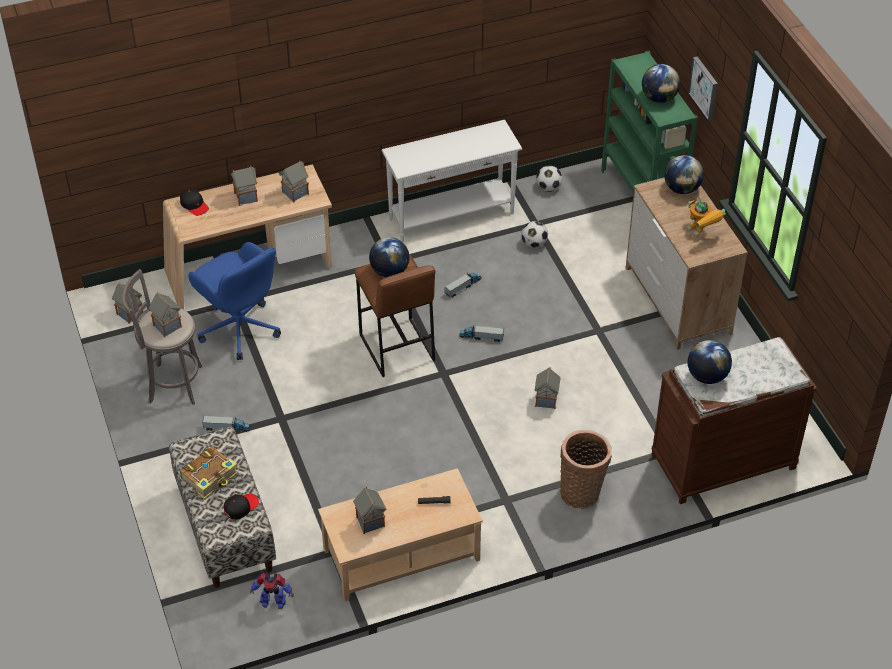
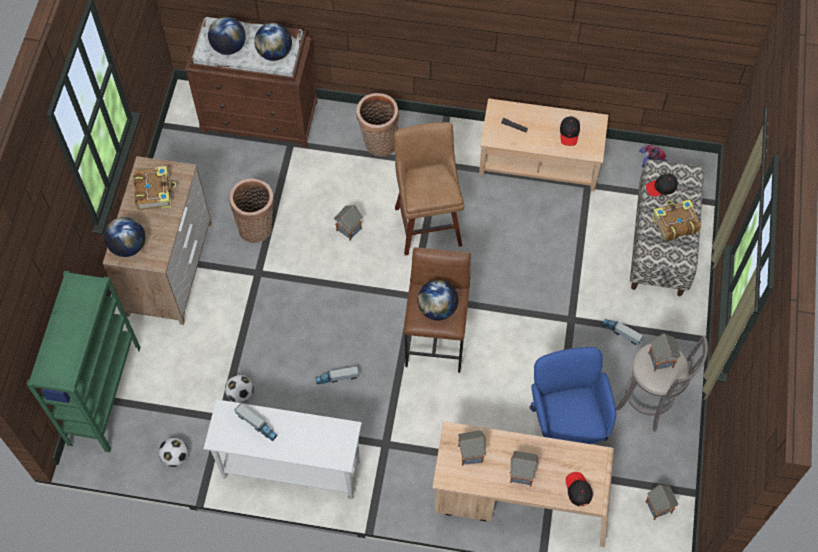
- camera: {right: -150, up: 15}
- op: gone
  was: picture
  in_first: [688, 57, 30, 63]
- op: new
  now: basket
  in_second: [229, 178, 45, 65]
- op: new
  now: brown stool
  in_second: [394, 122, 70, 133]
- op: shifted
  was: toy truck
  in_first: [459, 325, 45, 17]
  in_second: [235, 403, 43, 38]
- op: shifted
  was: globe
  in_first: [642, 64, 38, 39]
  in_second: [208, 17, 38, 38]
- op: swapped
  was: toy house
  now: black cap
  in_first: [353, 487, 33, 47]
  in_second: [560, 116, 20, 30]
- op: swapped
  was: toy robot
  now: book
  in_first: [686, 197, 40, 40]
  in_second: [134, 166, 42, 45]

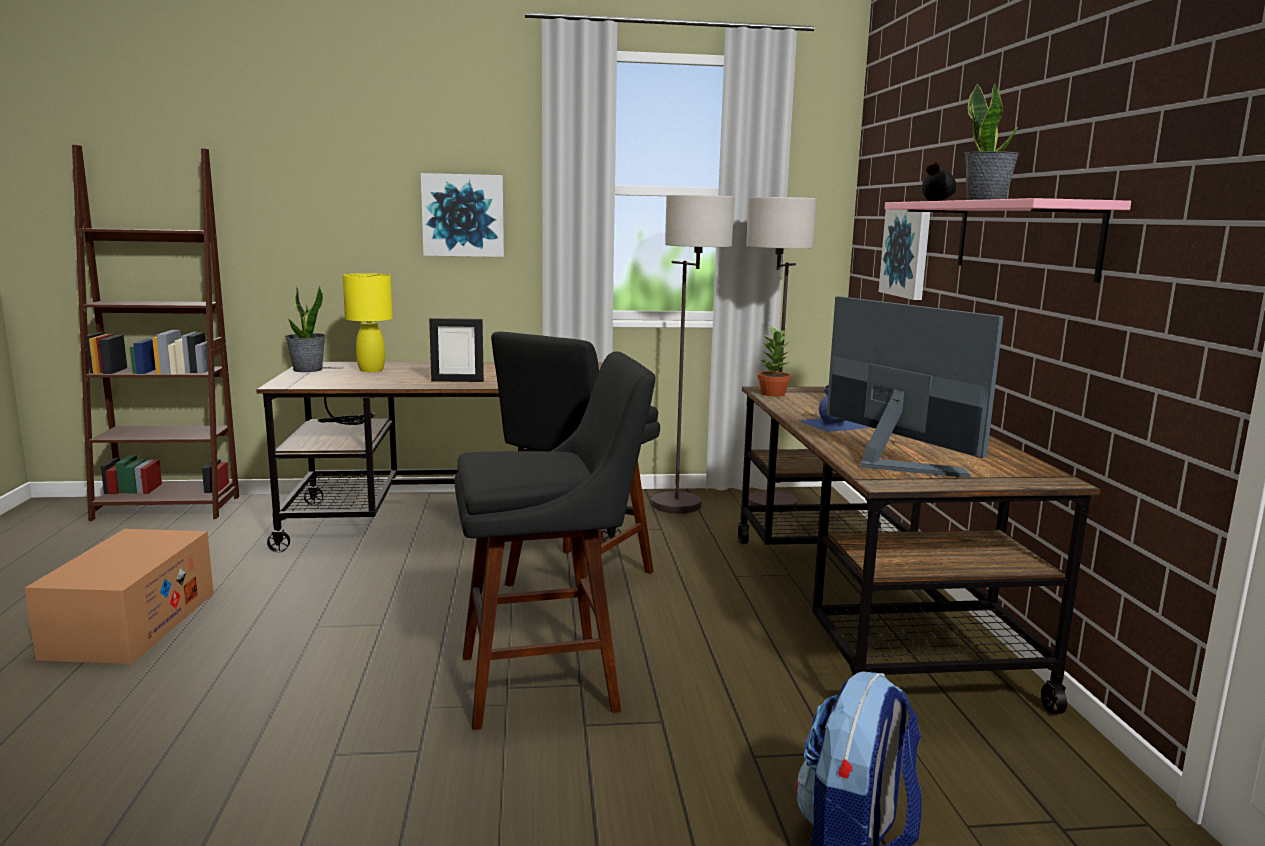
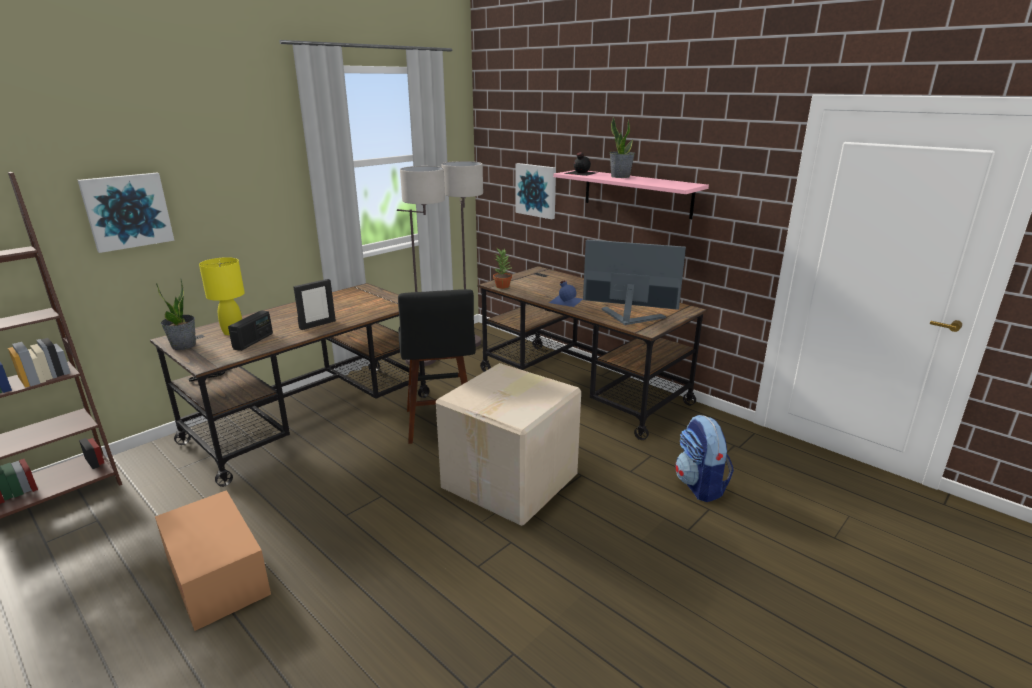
- camera: {right: -40, up: 10}
- op: new
  now: radio
  in_second: [228, 310, 45, 41]
- op: shifted
  was: picture
  in_first: [421, 173, 83, 84]
  in_second: [78, 173, 97, 80]
- op: swapped
  was: black stool
  now: cardboard box
  in_first: [454, 352, 201, 378]
  in_second: [436, 363, 145, 163]

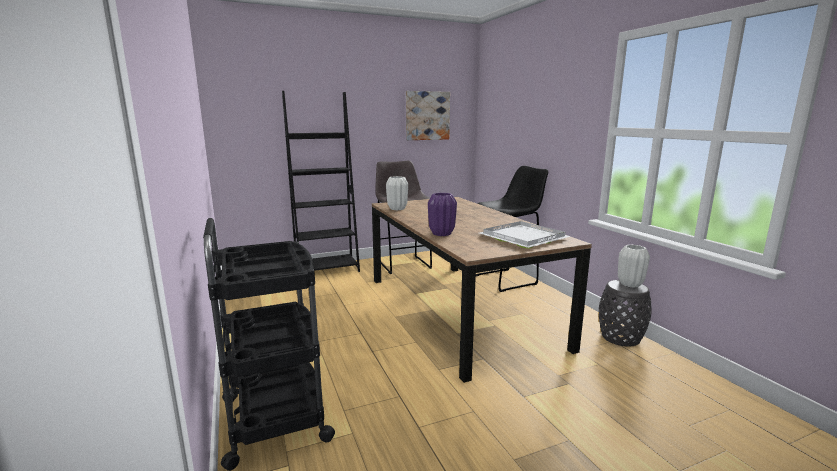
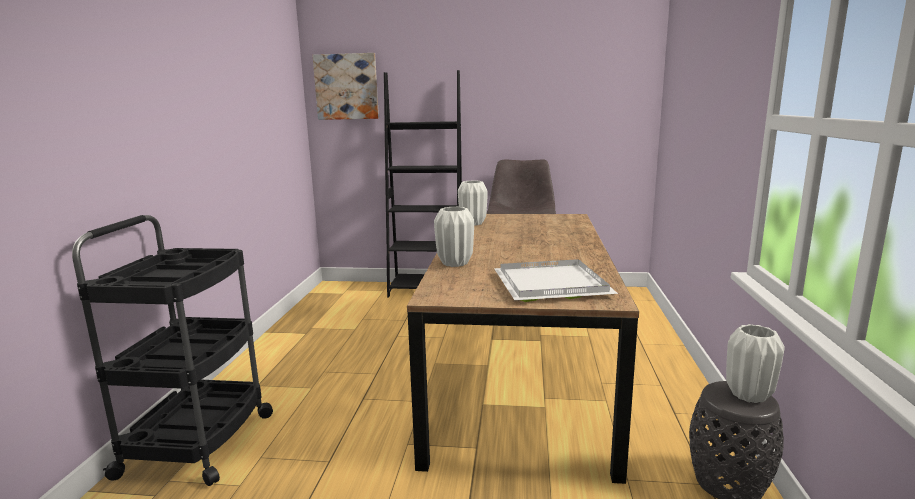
- camera: {right: 30, up: 0}
- op: gone
  was: black stool
  in_first: [476, 166, 72, 126]
- op: shifted
  was: picture
  in_first: [406, 91, 44, 49]
  in_second: [313, 53, 66, 67]
- op: repainted
  was: purple vase
  now: white vase
  in_first: [428, 193, 29, 43]
  in_second: [434, 207, 40, 60]

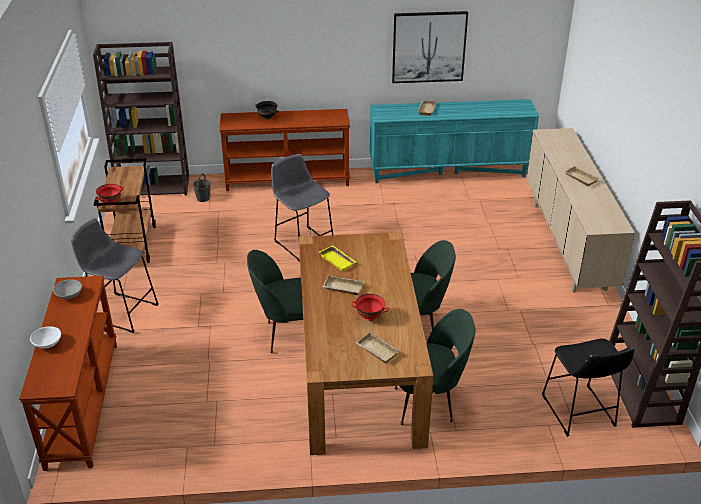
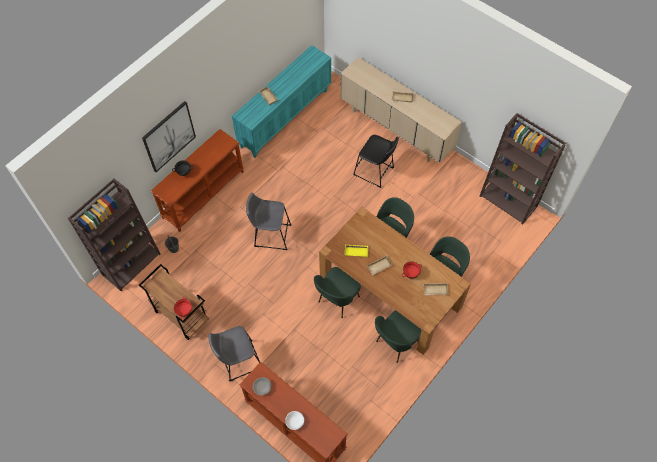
- camera: {right: -45, up: 25}
- op: new
  now: green chair
  in_second: [375, 310, 47, 53]
- op: shifted
  was: picture
  in_first: [392, 11, 76, 72]
  in_second: [142, 101, 54, 71]
- op: shifted
  was: black stool
  in_first: [542, 339, 92, 98]
  in_second: [353, 135, 46, 53]

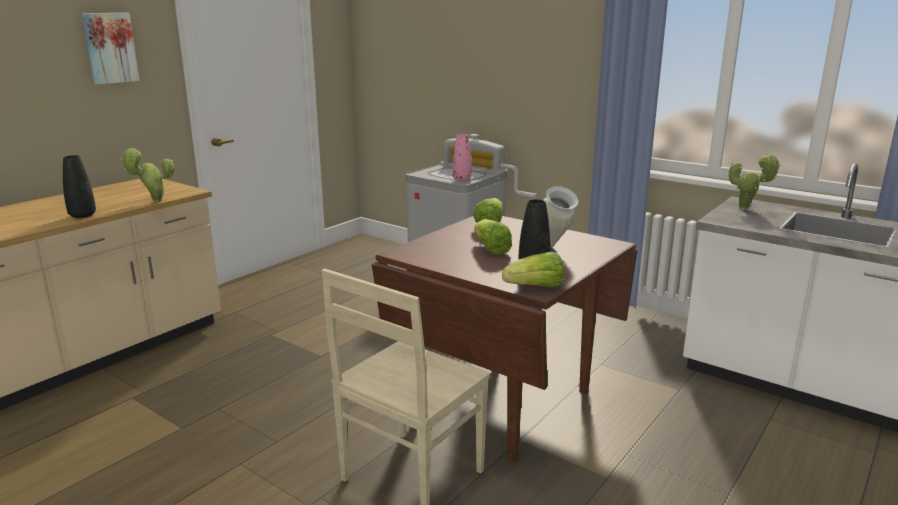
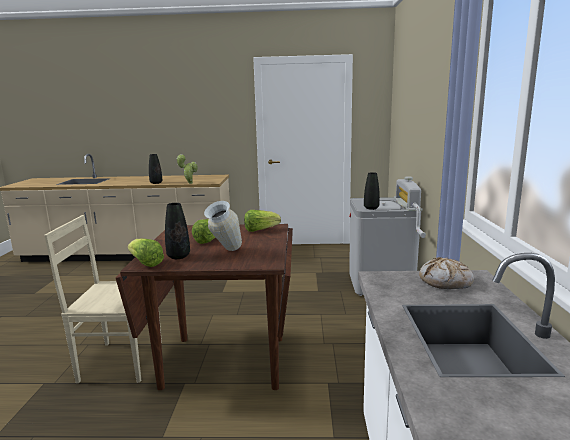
- camera: {right: 55, up: -5}
- op: gone
  was: picture
  in_first: [82, 13, 58, 72]
- op: swapped
  was: potted plant
  now: bread
  in_first: [729, 153, 52, 57]
  in_second: [419, 257, 55, 32]
- op: repainted
  was: pink vase
  now: black vase
  in_first: [452, 134, 20, 47]
  in_second: [364, 172, 16, 38]

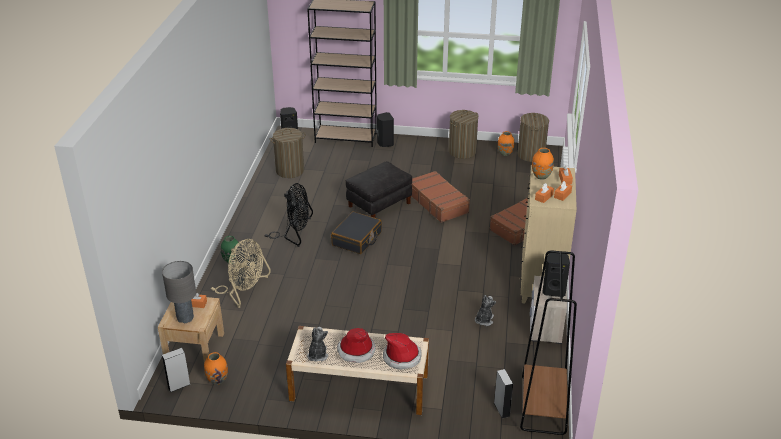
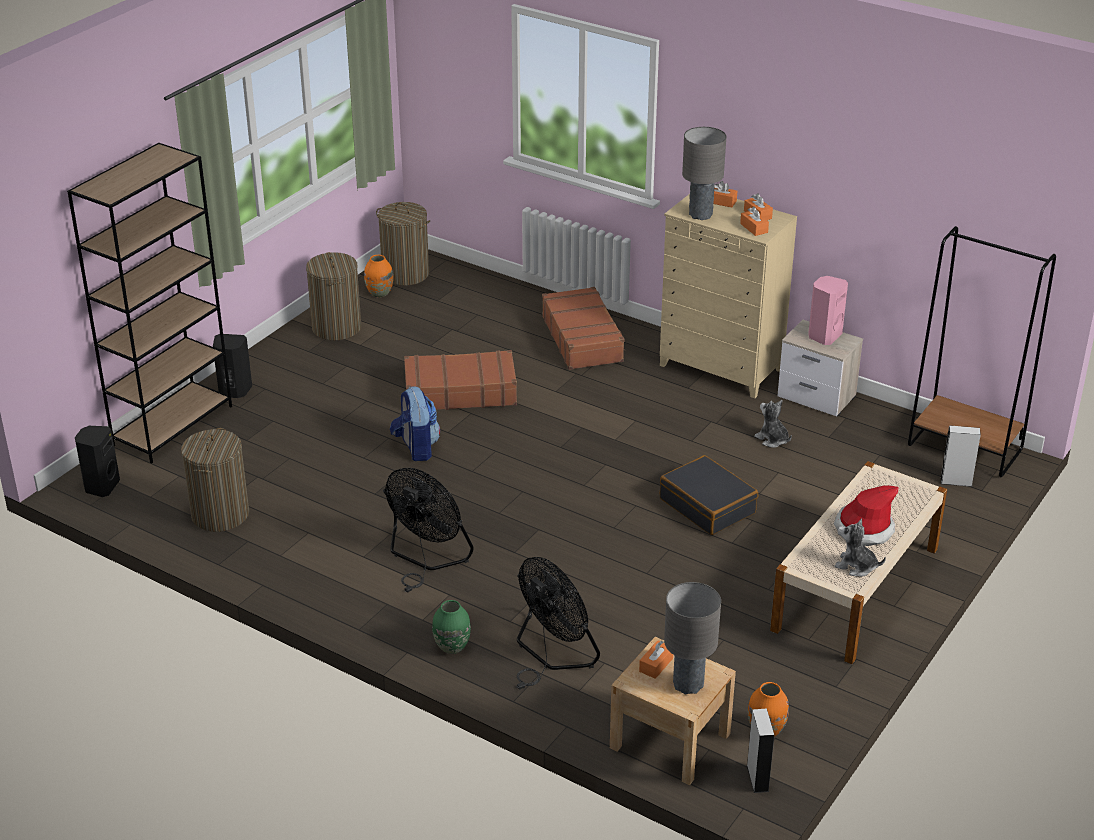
- camera: {right: -65, up: 0}
- op: gone
  was: hat
  in_first: [383, 333, 38, 37]
- op: shifted
  was: black suitcase
  in_first: [331, 211, 51, 43]
  in_second: [660, 455, 98, 80]
- op: swapped
  was: black ottoman
  now: backpack
  in_first: [345, 161, 67, 57]
  in_second: [390, 386, 50, 75]
- op: swapped
  was: orange vase
  now: grey table lamp
  in_first: [532, 148, 22, 32]
  in_second: [682, 127, 44, 93]
- op: repainted
  was: beige fan
  now: black fan
  in_first: [211, 239, 60, 69]
  in_second: [516, 557, 84, 133]
- op: repainted
  was: black speaker
  now: pink speaker
  in_first: [542, 253, 28, 44]
  in_second: [808, 276, 40, 69]

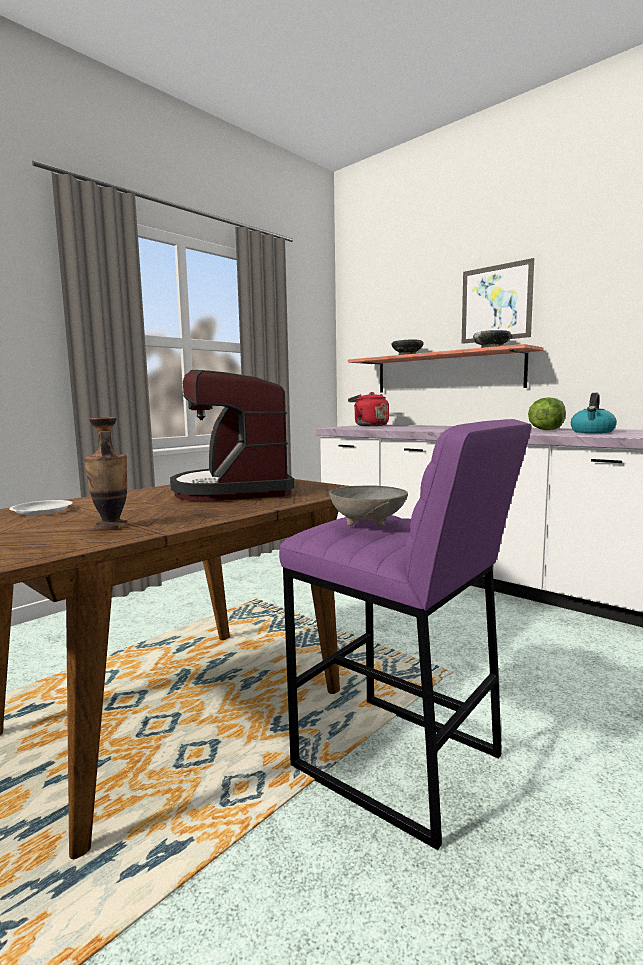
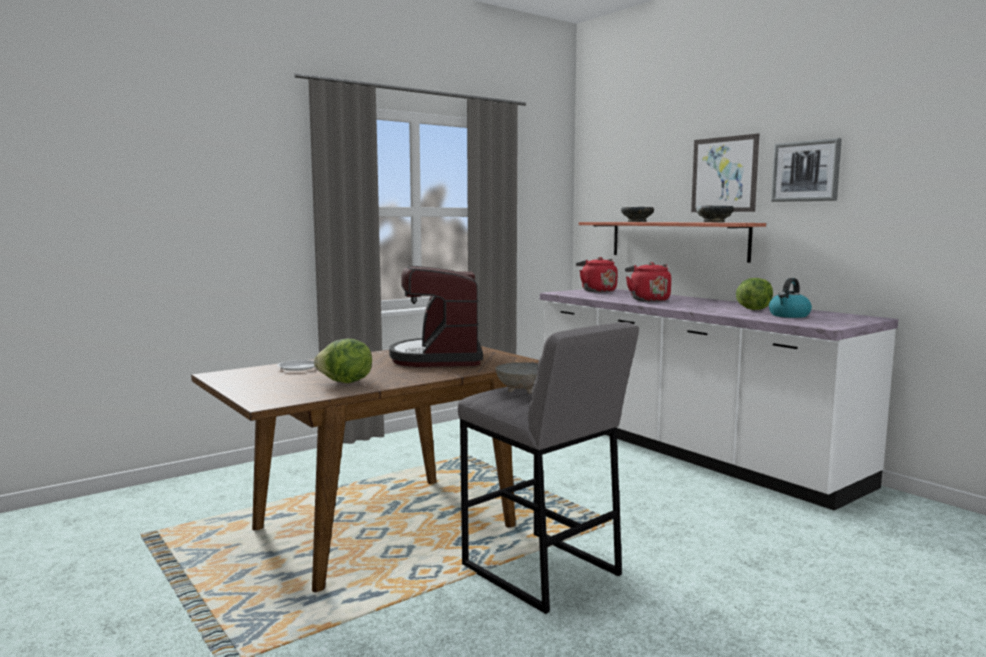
- camera: {right: 10, up: 0}
- op: new
  now: red kettle
  in_second: [625, 262, 46, 40]
- op: new
  now: picture
  in_second: [771, 138, 71, 64]
- op: swapped
  was: vase
  now: lettuce
  in_first: [84, 417, 44, 113]
  in_second: [314, 339, 58, 44]
- op: repainted
  was: purple stool
  now: grey stool
  in_first: [279, 419, 253, 431]
  in_second: [458, 322, 181, 292]

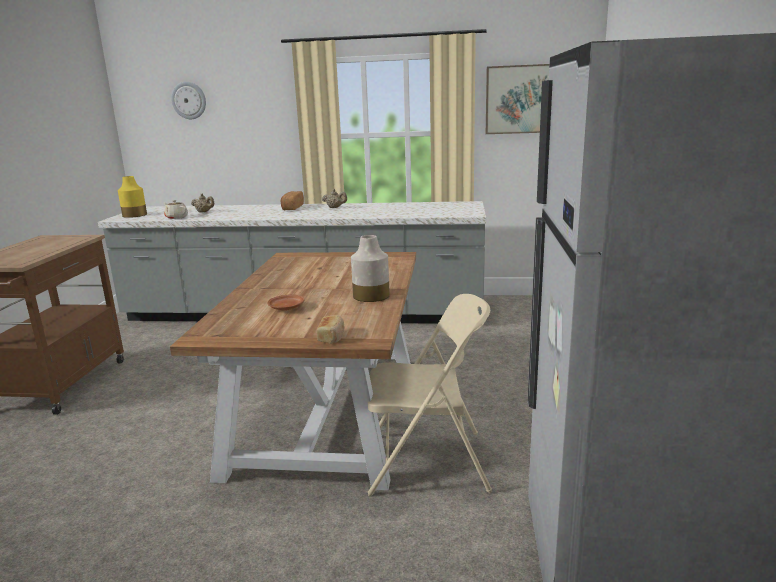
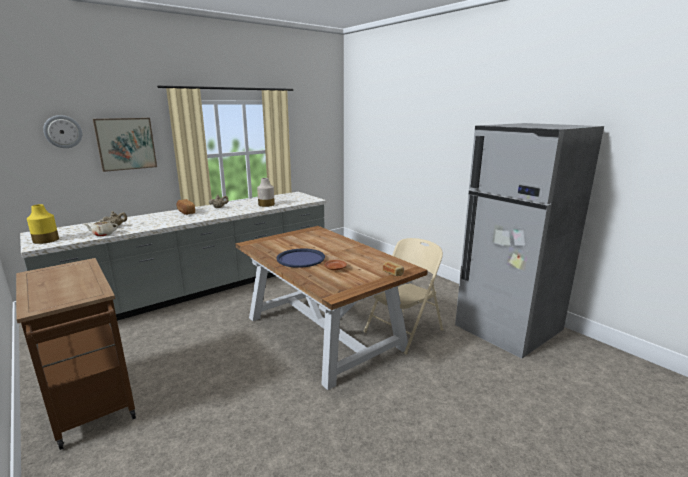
- camera: {right: -45, up: 0}
- op: new
  now: blue tray
  in_second: [276, 248, 49, 20]
- op: shifted
  was: beige vase
  in_first: [351, 235, 39, 67]
  in_second: [257, 178, 18, 29]
- op: shifted
  was: picture
  in_first: [486, 64, 63, 70]
  in_second: [93, 118, 64, 54]

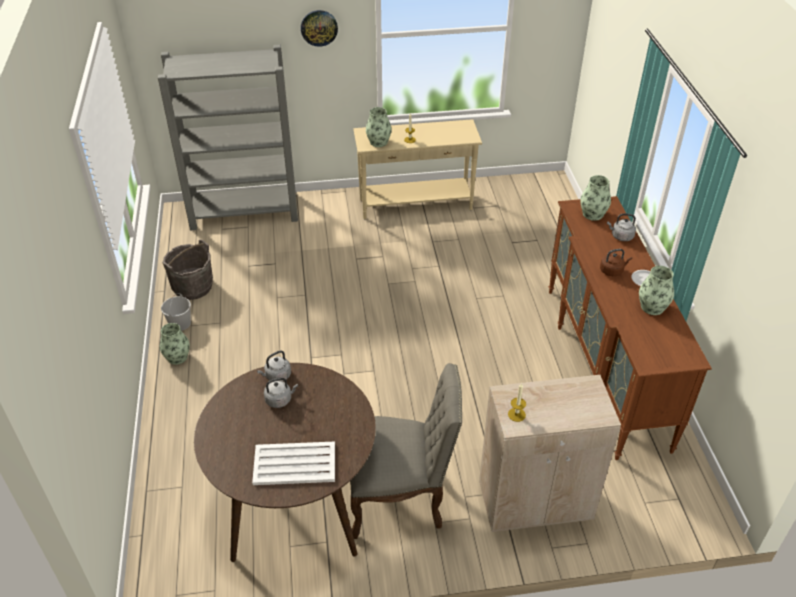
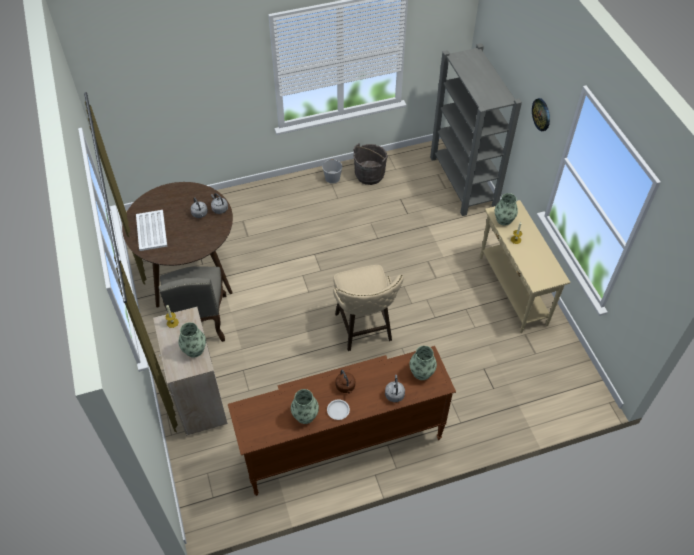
- camera: {right: 80, up: 10}
- op: new
  now: beige stool
  in_second: [333, 265, 71, 86]
- op: shifted
  was: vase
  in_first: [160, 323, 30, 42]
  in_second: [179, 322, 27, 36]

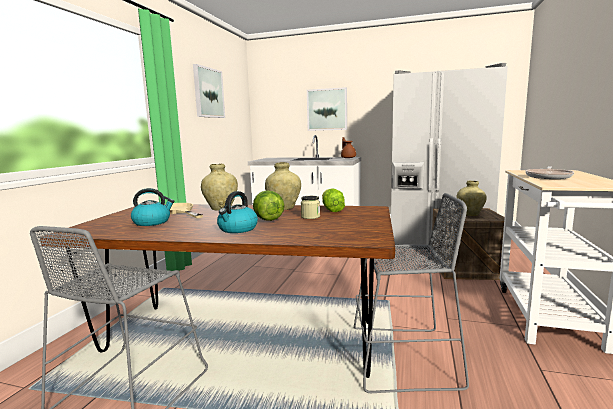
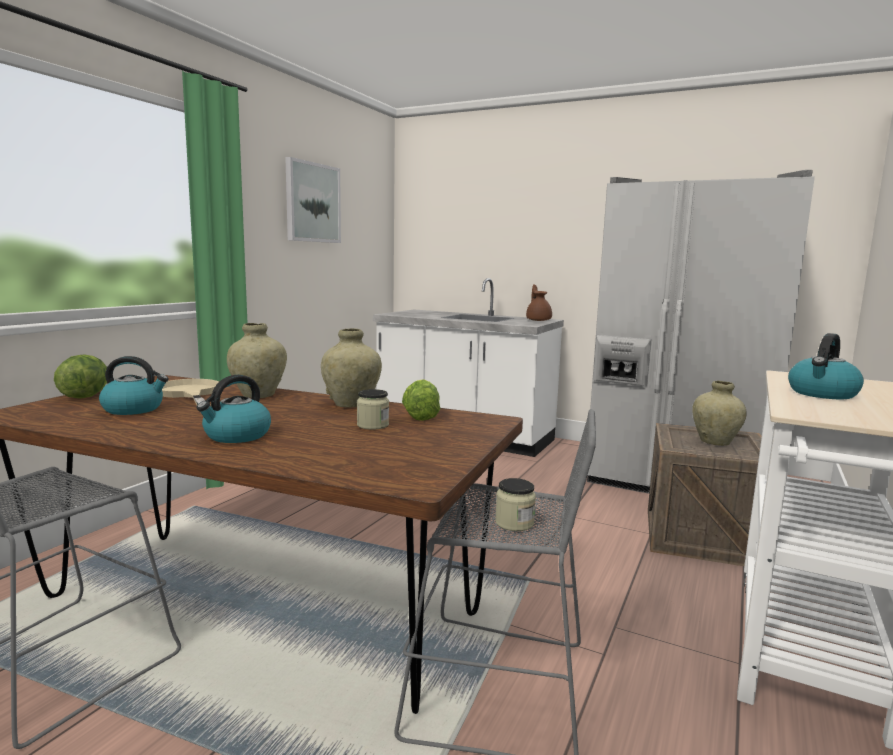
- camera: {right: 10, up: 0}
- op: gone
  was: picture
  in_first: [307, 87, 40, 44]
- op: new
  now: jar
  in_second: [495, 478, 41, 53]
- op: shifted
  was: lettuce
  in_first: [253, 190, 31, 31]
  in_second: [54, 355, 53, 43]
- op: swapped
  was: frying pan
  now: kettle
  in_first: [525, 166, 49, 13]
  in_second: [788, 333, 76, 66]

